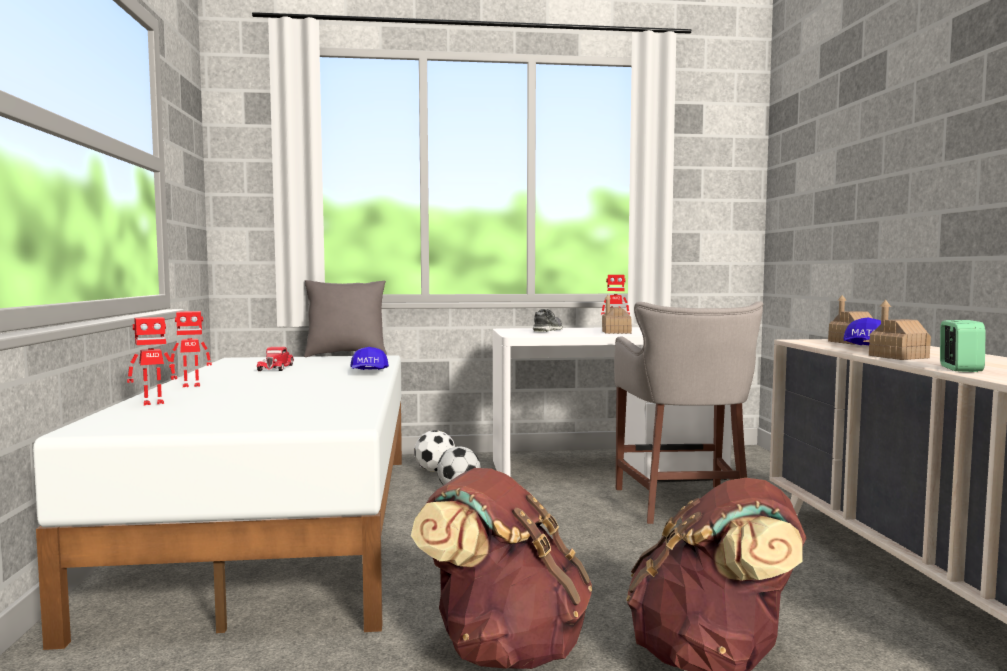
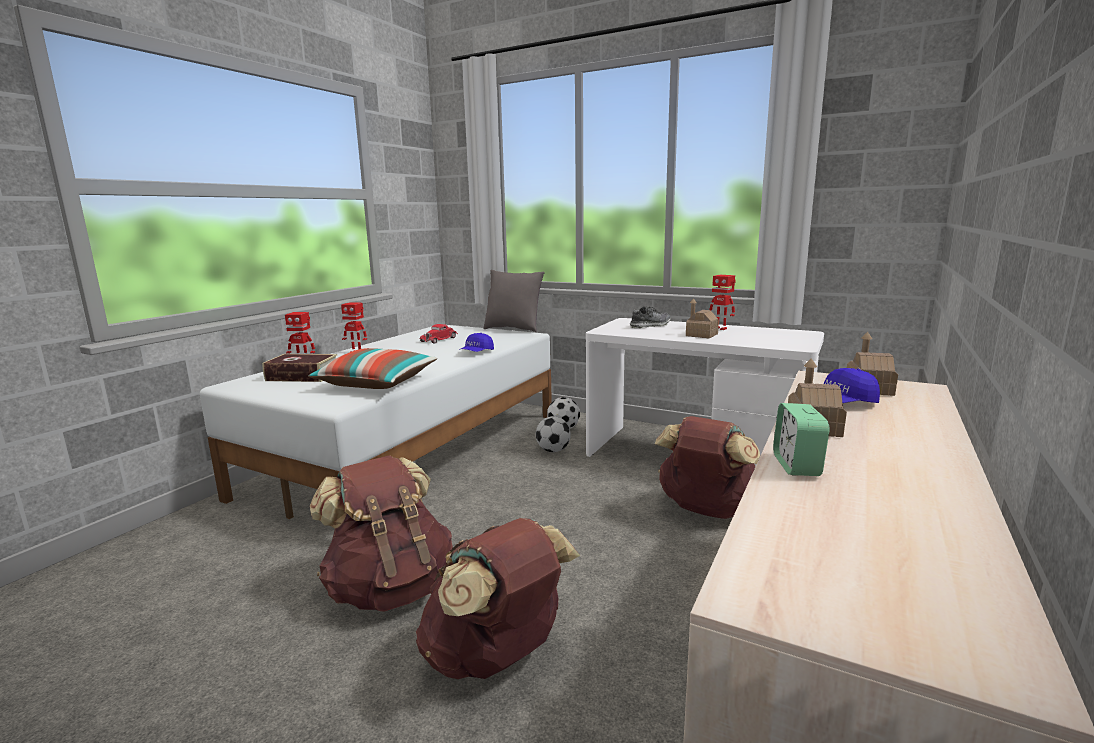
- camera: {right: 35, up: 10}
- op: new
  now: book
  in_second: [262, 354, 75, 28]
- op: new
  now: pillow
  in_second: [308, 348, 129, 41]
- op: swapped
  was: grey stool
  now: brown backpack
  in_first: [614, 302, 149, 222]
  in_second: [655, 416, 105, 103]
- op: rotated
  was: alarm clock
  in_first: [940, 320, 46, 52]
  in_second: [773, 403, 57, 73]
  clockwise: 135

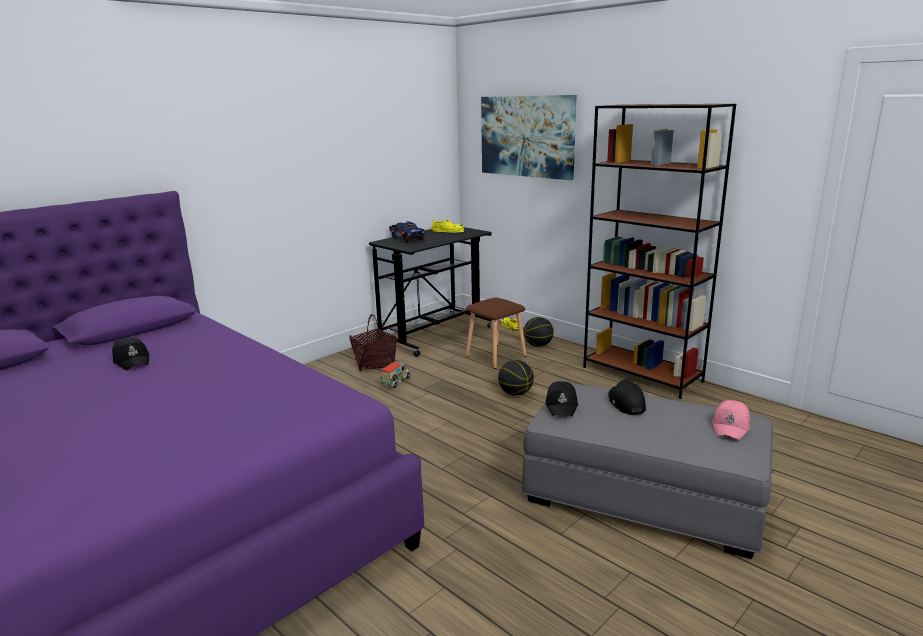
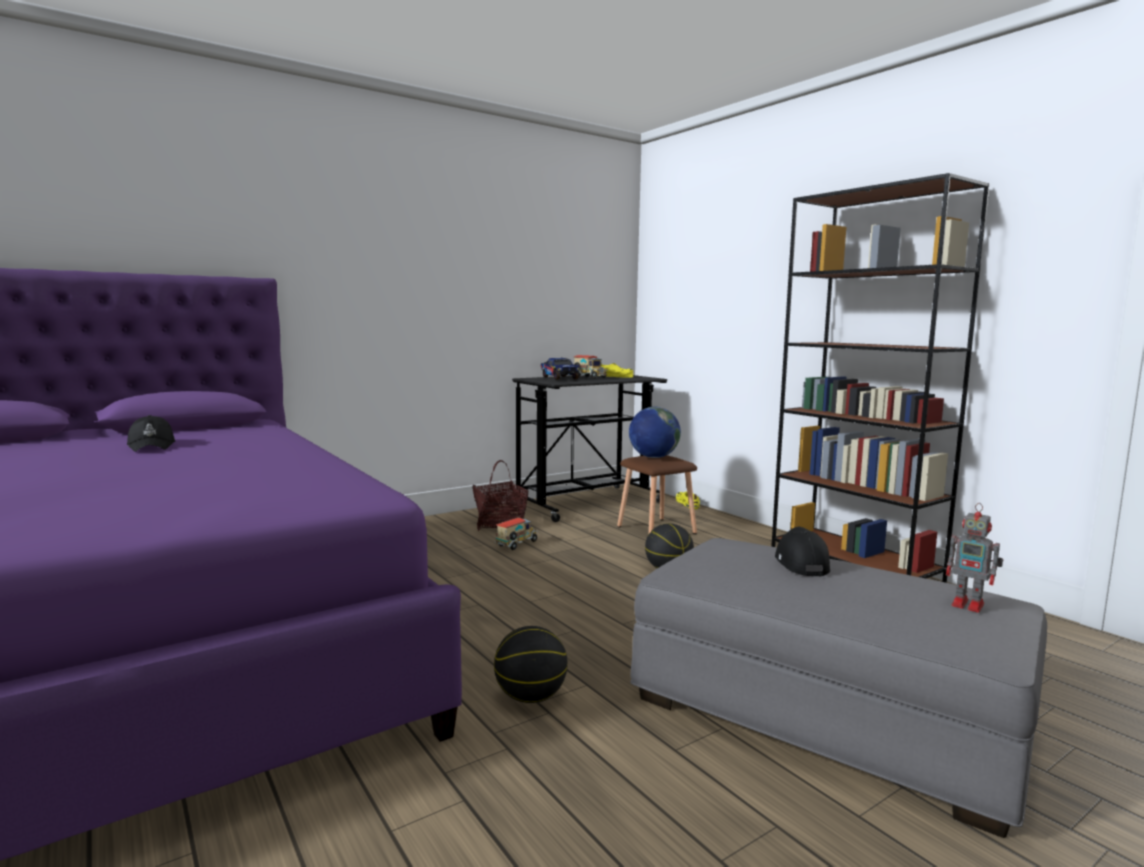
- camera: {right: 10, up: -10}
- op: gone
  was: picture
  in_first: [481, 95, 96, 85]
- op: gone
  was: black cap
  in_first: [545, 381, 33, 35]
- op: new
  now: toy truck
  in_second: [573, 355, 34, 23]
- op: new
  now: globe
  in_second: [629, 407, 52, 51]
- op: shifted
  was: basketball
  in_first: [524, 317, 30, 30]
  in_second: [494, 626, 74, 77]
- op: swapped
  was: pink cap
  now: toy robot
  in_first: [712, 400, 38, 40]
  in_second: [946, 503, 57, 110]

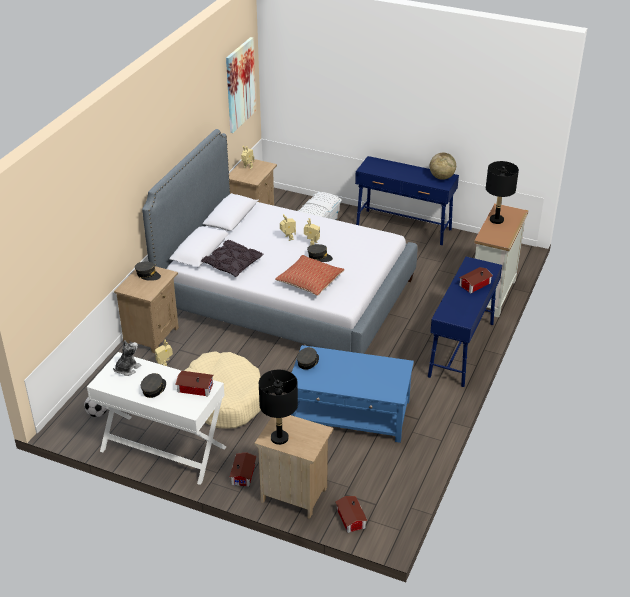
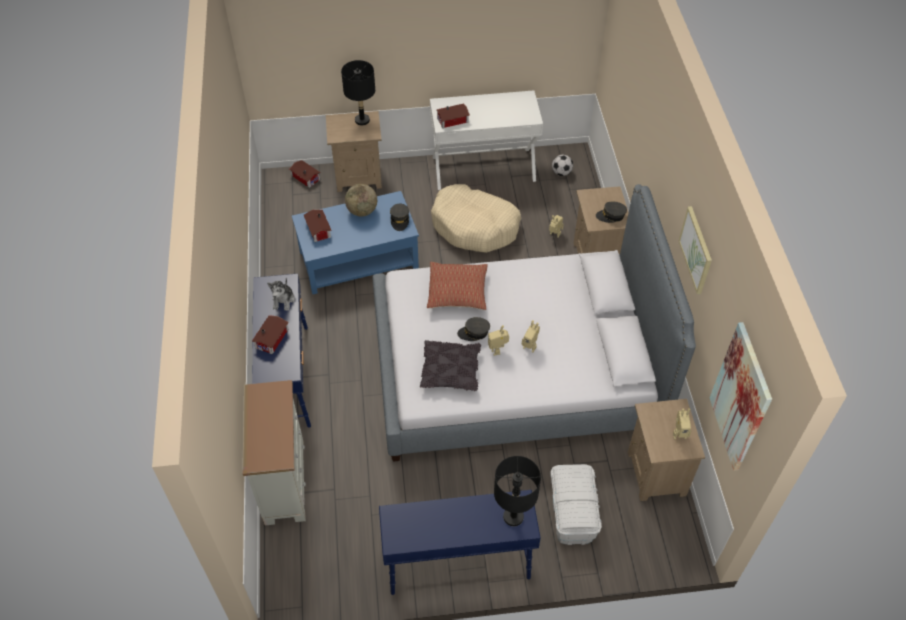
- camera: {right: 150, up: 15}
- op: gone
  was: grey cap
  in_first: [141, 373, 25, 25]
- op: new
  now: picture
  in_second: [679, 206, 33, 88]
- op: shifted
  was: plush toy
  in_first: [113, 340, 28, 36]
  in_second: [267, 278, 28, 33]
- op: shifted
  was: black pillow
  in_first: [201, 240, 63, 37]
  in_second: [420, 340, 61, 51]
- op: shifted
  was: toy house
  in_first: [229, 452, 28, 35]
  in_second: [304, 210, 28, 32]
- op: shifted
  was: globe
  in_first: [430, 153, 26, 27]
  in_second: [345, 184, 32, 32]
- op: shifted
  was: black table lamp
  in_first: [486, 161, 33, 63]
  in_second: [494, 456, 47, 70]

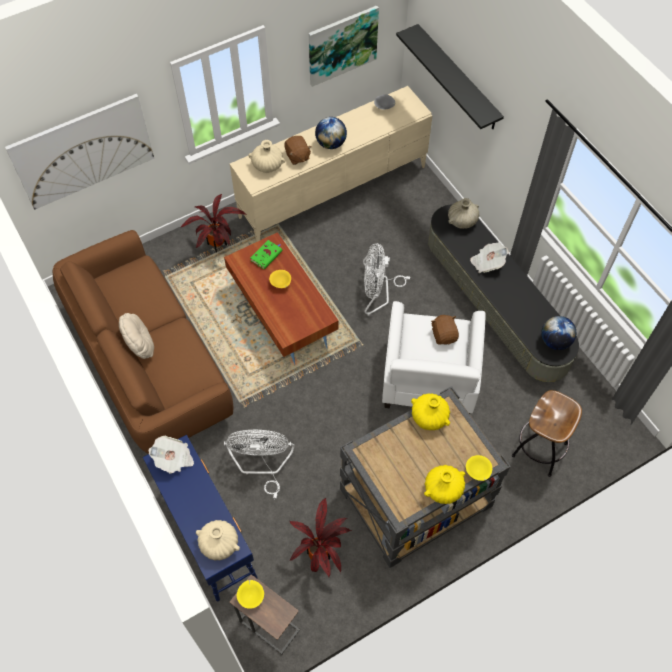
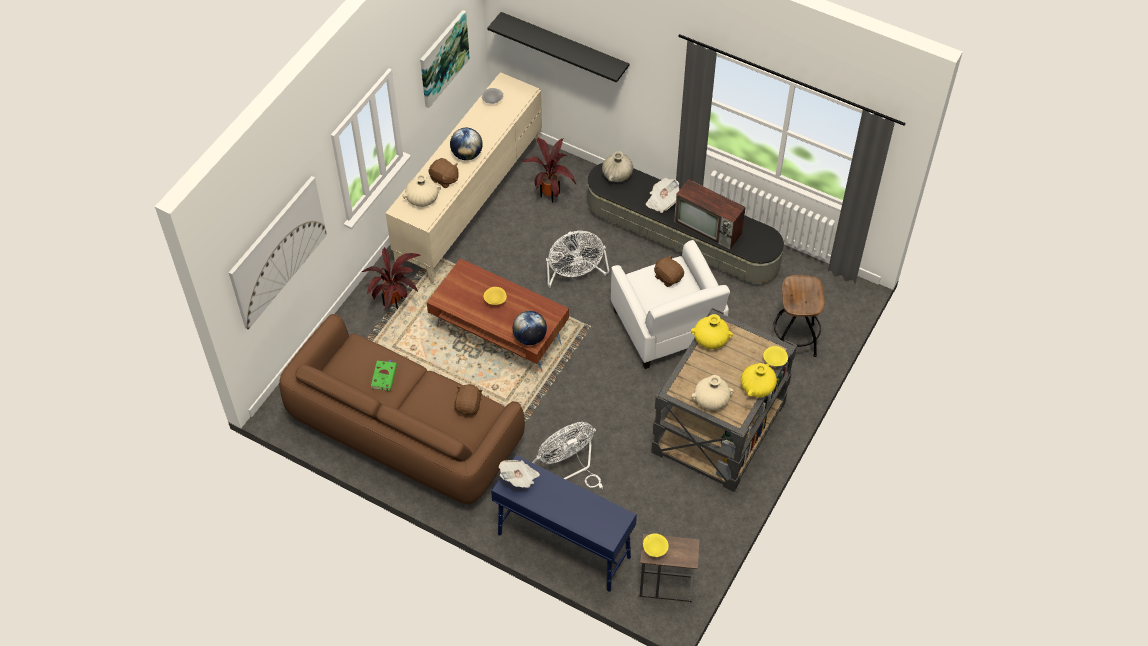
- camera: {right: -30, up: -5}
- op: gone
  was: beige pillow
  in_first: [119, 313, 35, 46]
- op: new
  now: brown plush toy
  in_second: [454, 384, 29, 31]
- op: new
  now: television
  in_second: [674, 179, 72, 71]
- op: shifted
  was: beige vase
  in_first: [196, 520, 44, 40]
  in_second: [691, 375, 43, 36]
- op: shifted
  was: green book
  in_first: [251, 240, 32, 29]
  in_second: [371, 360, 26, 31]
- op: shifted
  was: potted plant
  in_first: [289, 498, 62, 79]
  in_second: [523, 137, 54, 66]
- op: shifted
  was: globe
  in_first: [541, 316, 36, 34]
  in_second: [513, 311, 34, 34]
- op: rotated
  was: white fan
  in_first: [363, 243, 47, 73]
  in_second: [546, 231, 63, 57]
  clockwise: -75

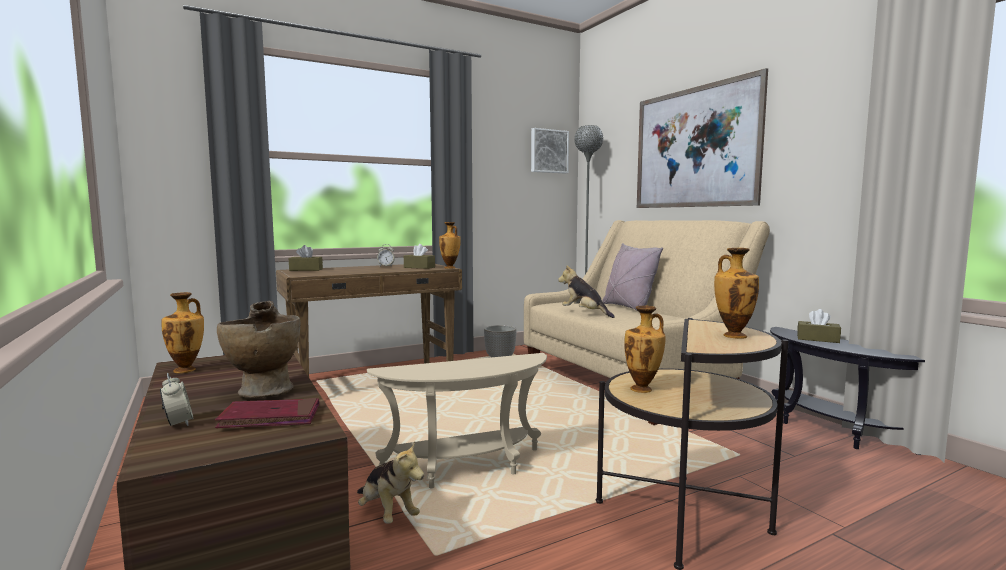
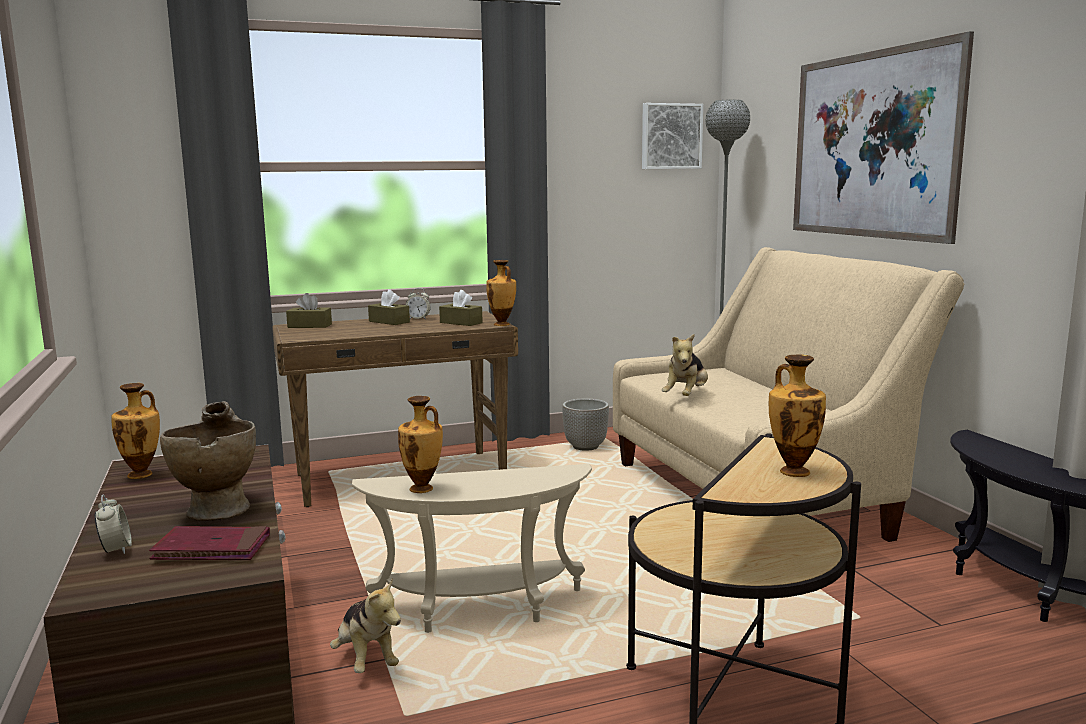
- camera: {right: 10, up: 5}
- op: gone
  was: purple pillow
  in_first: [602, 243, 61, 68]
- op: shifted
  was: vase
  in_first: [624, 306, 42, 87]
  in_second: [398, 396, 45, 97]
- op: shifted
  was: brown tissue box
  in_first: [797, 309, 44, 34]
  in_second: [368, 289, 42, 36]
- op: rotated
  was: plush toy
  in_first: [558, 265, 56, 53]
  in_second: [662, 334, 46, 62]
  clockwise: -120

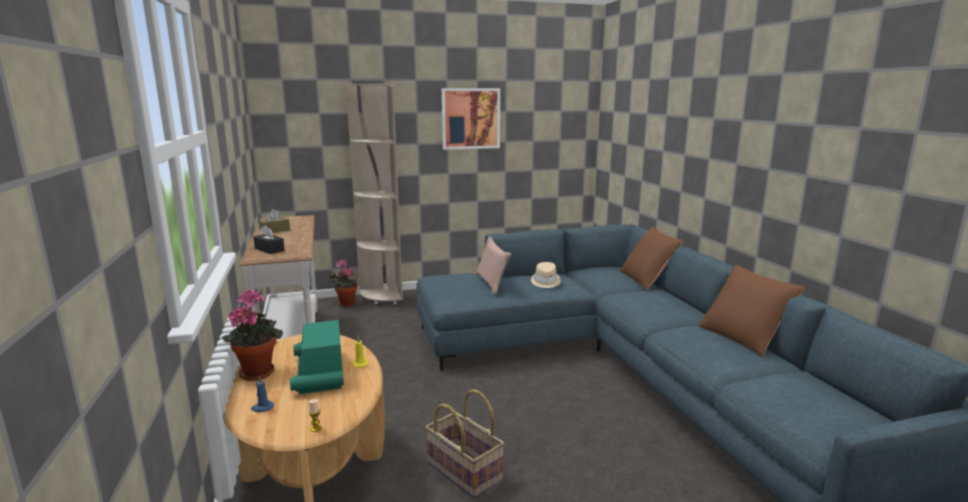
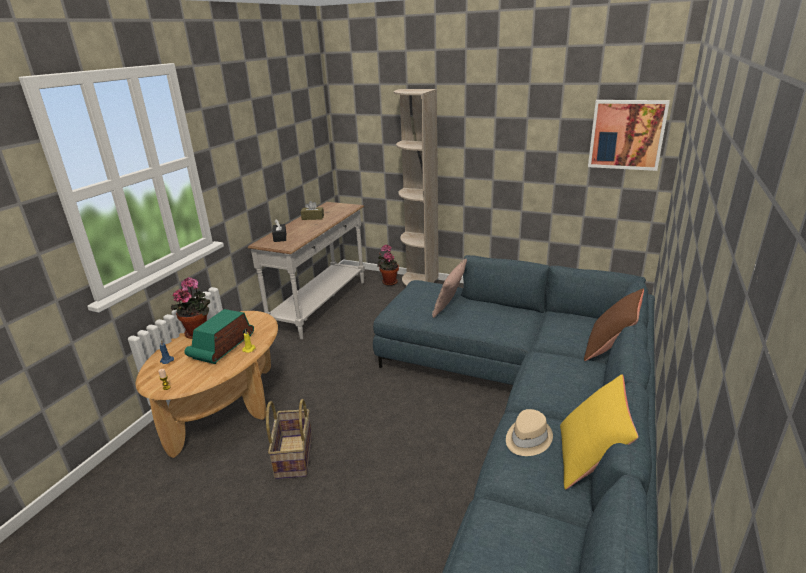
- camera: {right: 40, up: 10}
- op: shifted
  was: picture
  in_first: [442, 88, 58, 62]
  in_second: [588, 100, 82, 71]
- op: shifted
  was: beige hat
  in_first: [531, 262, 30, 26]
  in_second: [506, 409, 47, 47]
- op: repainted
  was: brown pillow
  now: yellow pillow
  in_first: [698, 265, 107, 91]
  in_second: [560, 375, 78, 115]

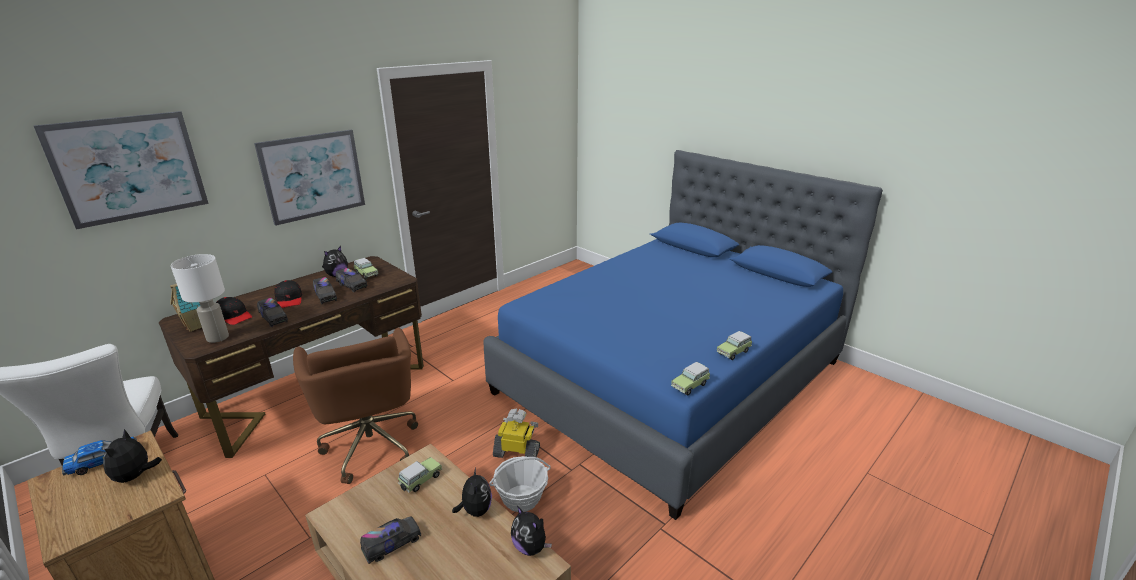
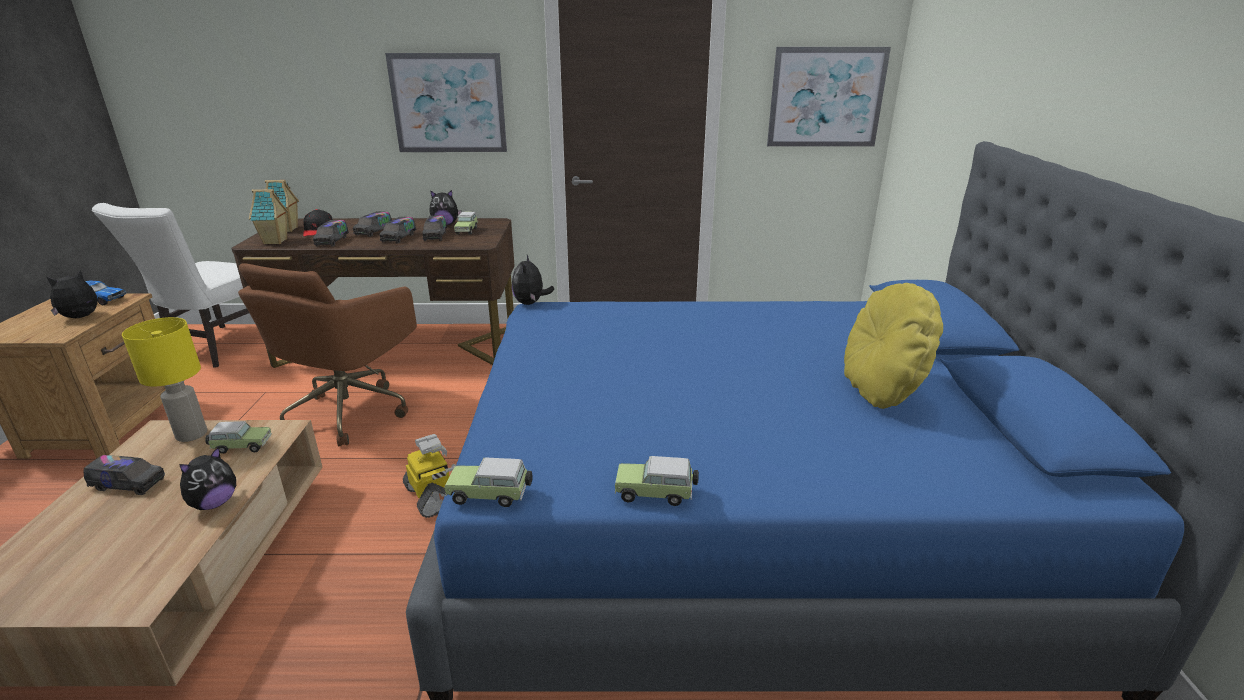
- camera: {right: 45, up: 0}
- op: gone
  was: basket
  in_first: [489, 456, 62, 56]
- op: new
  now: yellow table lamp
  in_second: [122, 317, 85, 125]
- op: new
  now: yellow pillow
  in_second: [844, 283, 99, 126]
- op: shifted
  was: picture
  in_first: [34, 111, 175, 119]
  in_second: [767, 47, 124, 100]
- op: shifted
  was: plush toy
  in_first: [511, 506, 41, 50]
  in_second: [512, 255, 42, 50]
- op: swapped
  was: white table lamp
  now: toy house
  in_first: [171, 254, 58, 89]
  in_second: [249, 189, 40, 55]
- op: swapped
  was: black cap
  now: toy truck
  in_first: [274, 280, 28, 28]
  in_second: [353, 211, 39, 26]

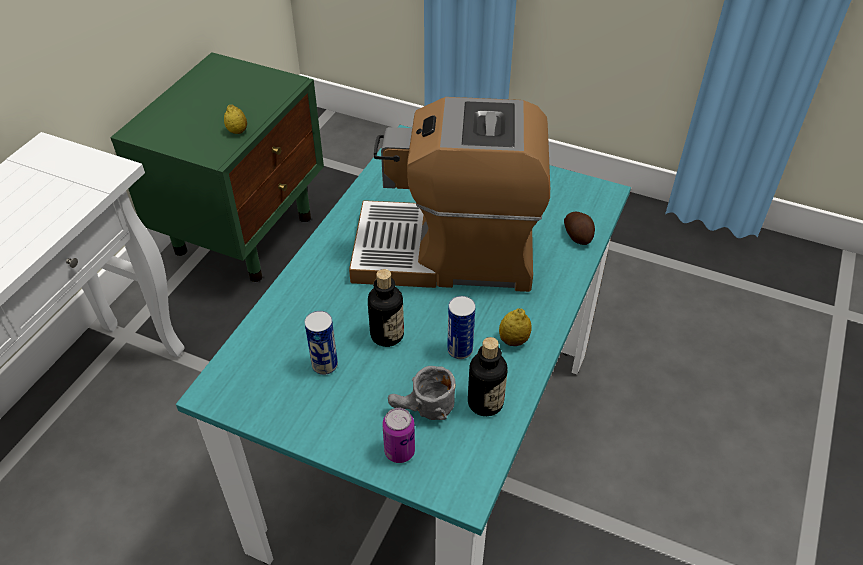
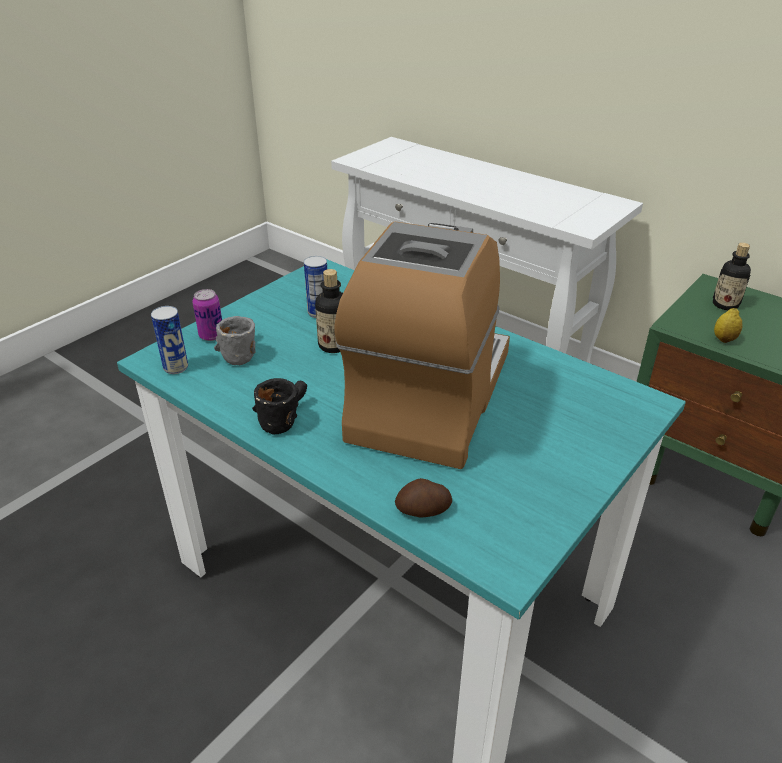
- camera: {right: 105, up: -10}
- op: shifted
  was: can
  in_first: [447, 296, 29, 63]
  in_second: [151, 306, 37, 68]
- op: shifted
  was: bottle
  in_first: [468, 337, 39, 79]
  in_second: [713, 243, 38, 67]
- op: swapped
  was: lemon
  now: black mug
  in_first: [499, 308, 33, 38]
  in_second: [252, 378, 55, 57]

